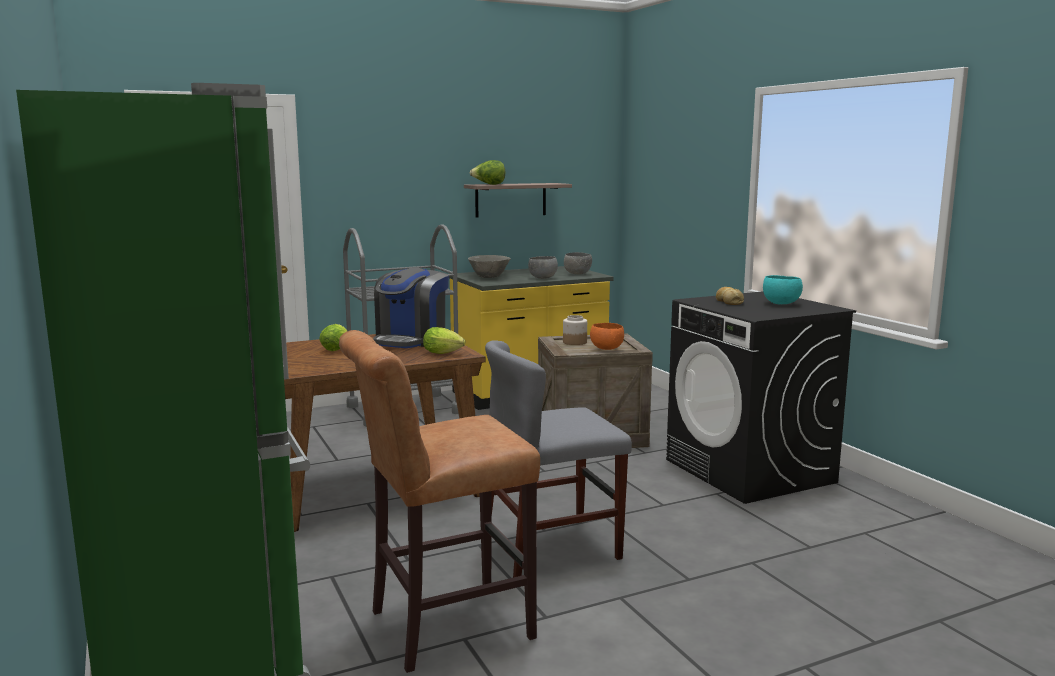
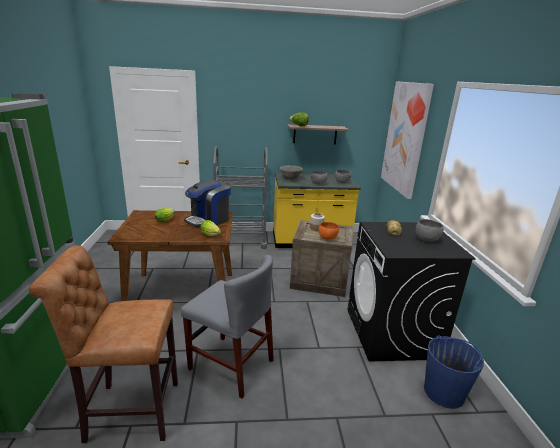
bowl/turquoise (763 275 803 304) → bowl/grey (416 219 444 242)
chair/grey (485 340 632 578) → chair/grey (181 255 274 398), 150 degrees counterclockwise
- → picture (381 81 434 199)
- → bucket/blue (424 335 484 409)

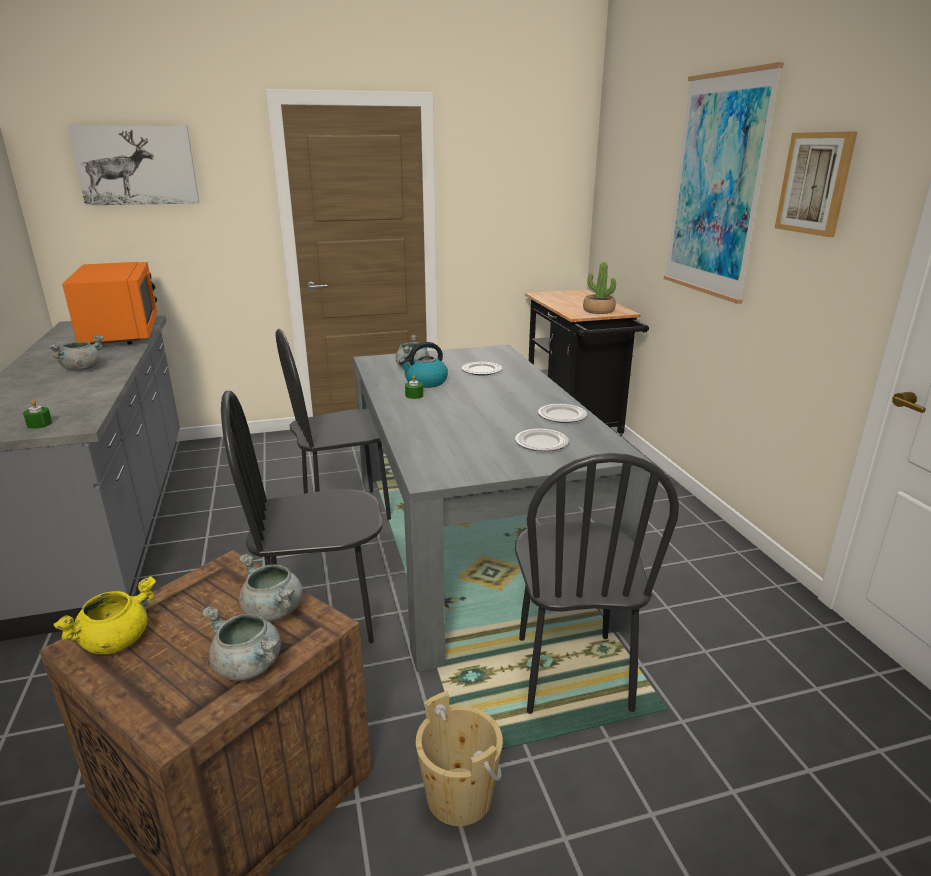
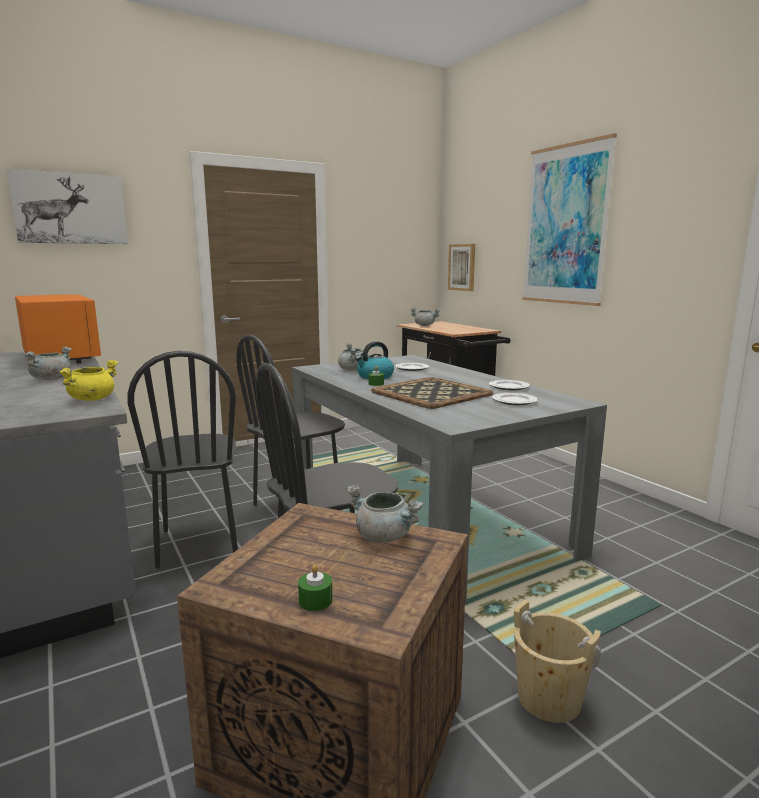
picture (775 132 857 237) → picture (448 244 475 291), move
potted plant (583 262 616 314) → -
candle/green (23 400 52 429) → candle/green (298 564 332 611), move
chair/black (515 453 679 714) → chair/black (128 351 238 568), move
cooking pot/yellow (53 576 156 655) → cooking pot/yellow (59 360 118 401), move
cooking pot/grey (201 606 281 681) → cooking pot/grey (410 307 440 326), move
- → tray (371 377 493 409)

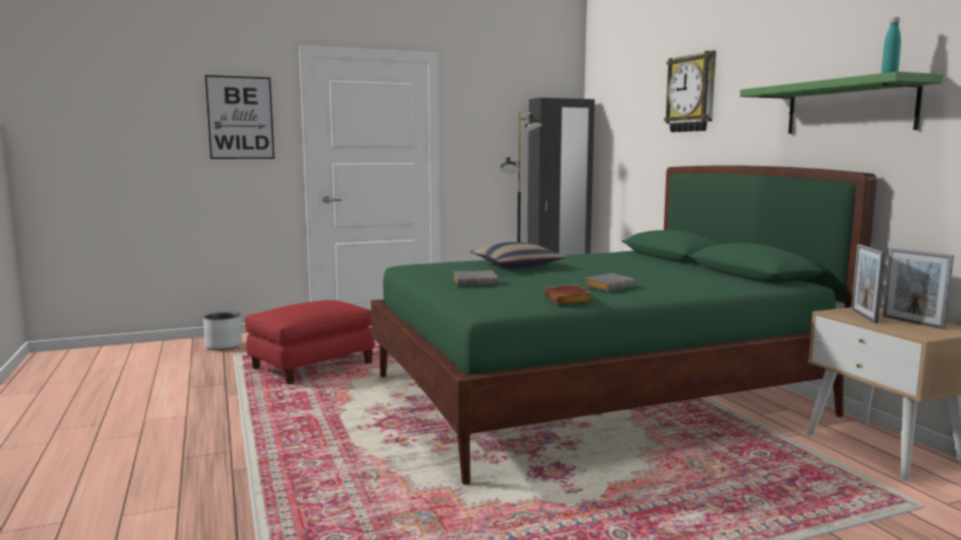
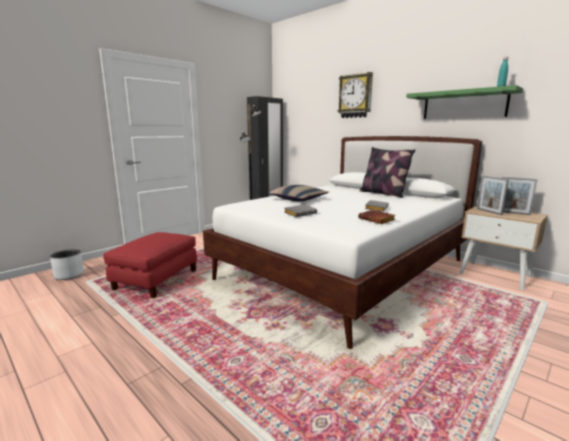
picture (205 75 275 159) → -
bed/green (371 165 877 485) → bed/white (203 136 482 349)
- → pillow (359 147 415 198)

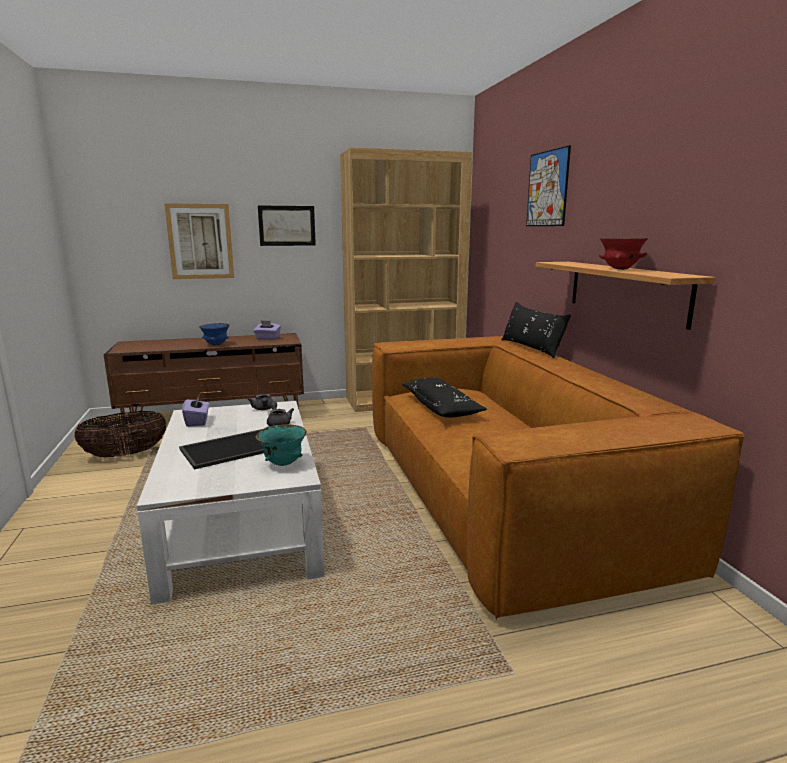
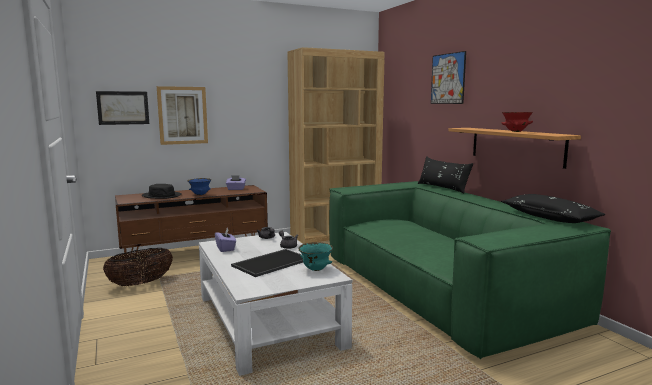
picture (258 206 316 246) → picture (96 91 149 125), move
sofa/brown (372 336 745 620) → sofa/green (329 181 611 359)
pillow/black (402 378 487 418) → pillow/black (501 194 605 223), move
- → hat/black (142 184 181 199)

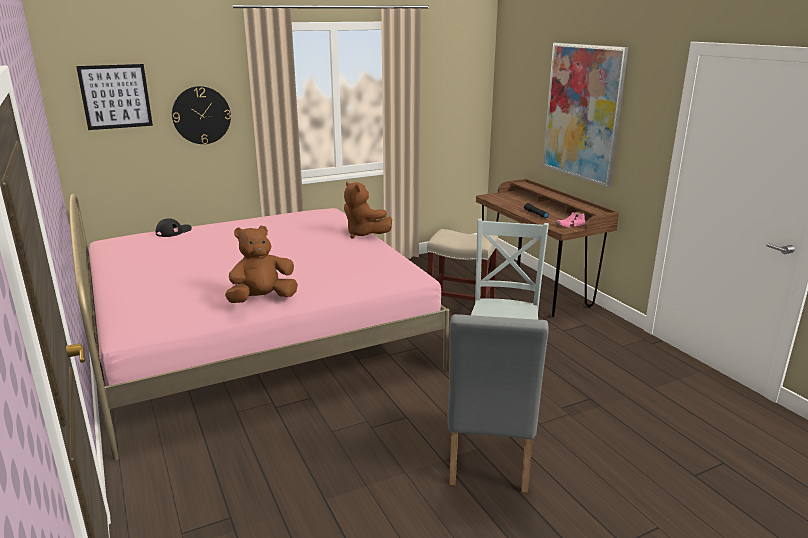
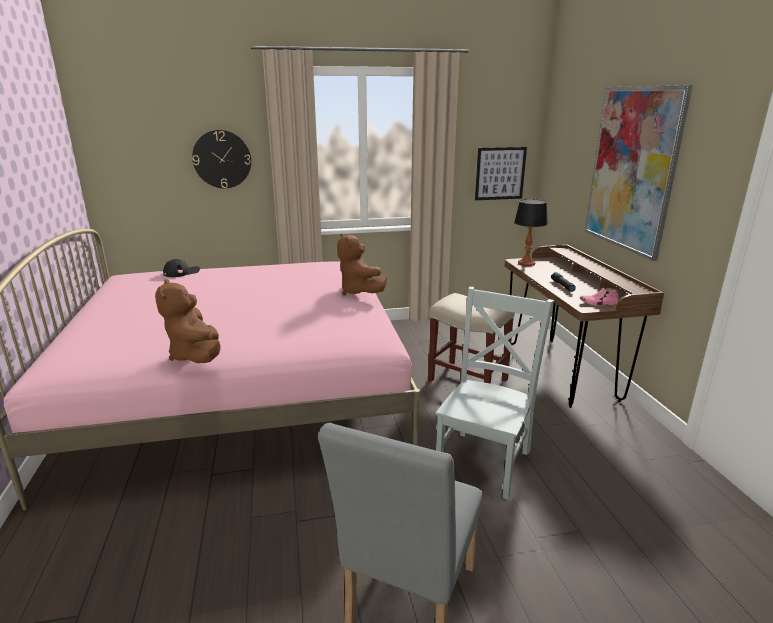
picture (76 64 153 130) → picture (475 147 527 200), move
plush toy/brown (225 226 298 303) → plush toy/brown (155 279 221 363), 90 degrees counterclockwise
- → table lamp (514 199 548 266)

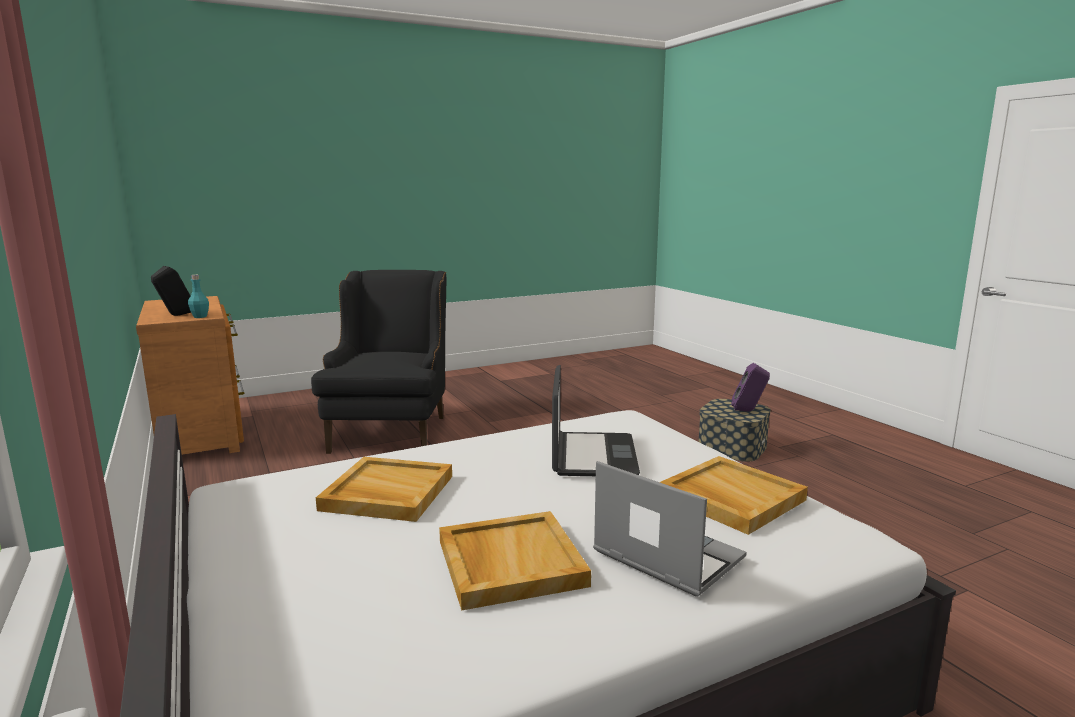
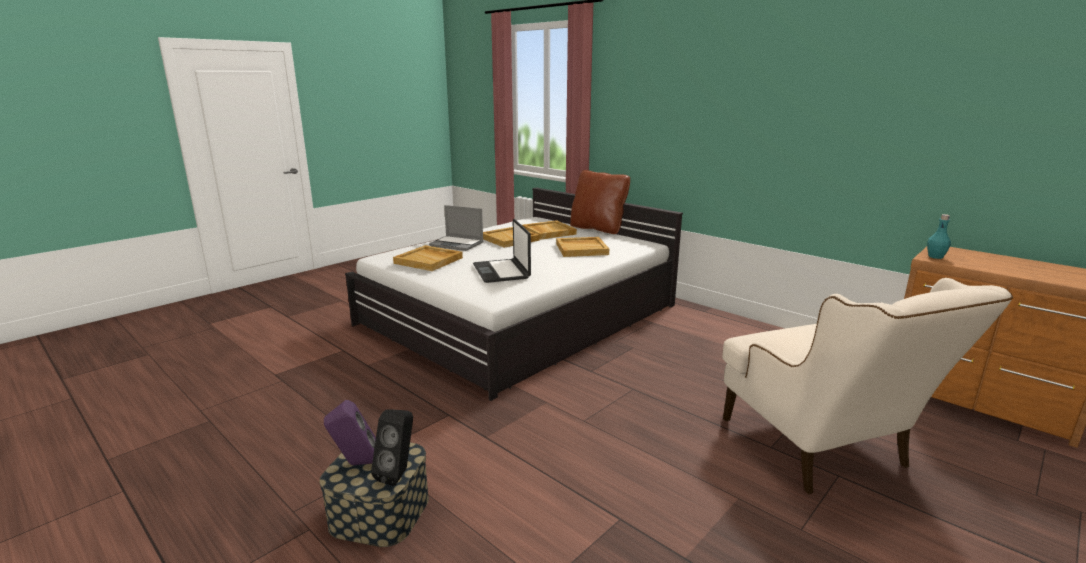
speaker/black (151 266 191 316) → speaker/black (371 409 413 486), move
armchair/black (311 270 446 454) → armchair/beige (722 278 1013 494)
- → pillow/brown (570 170 630 234)
- → tray/beige (522 220 577 240)

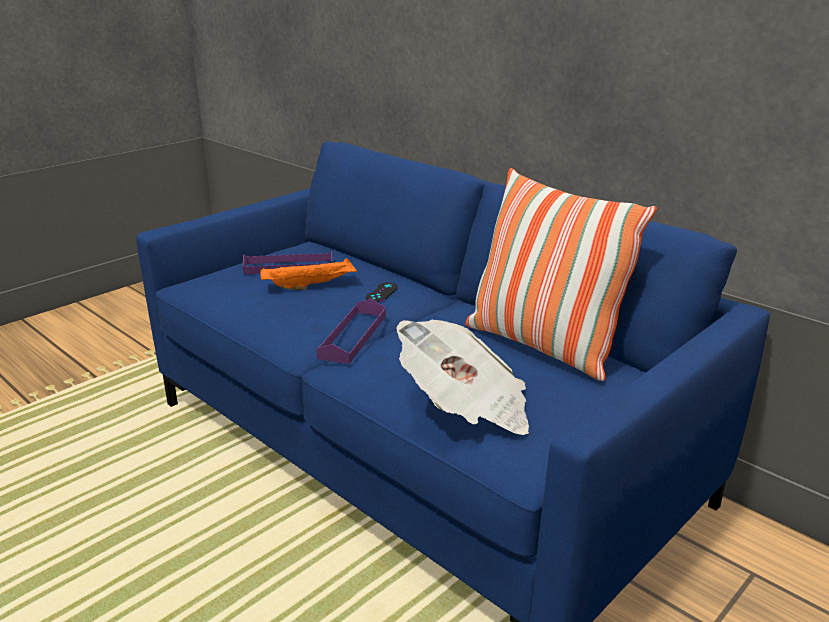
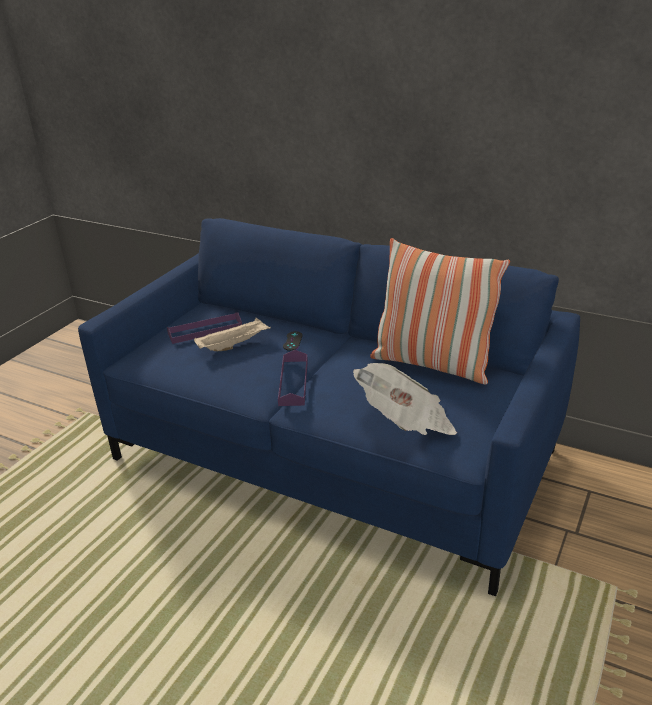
tray/orange (260 258 357 290) → tray/beige (194 318 271 351)

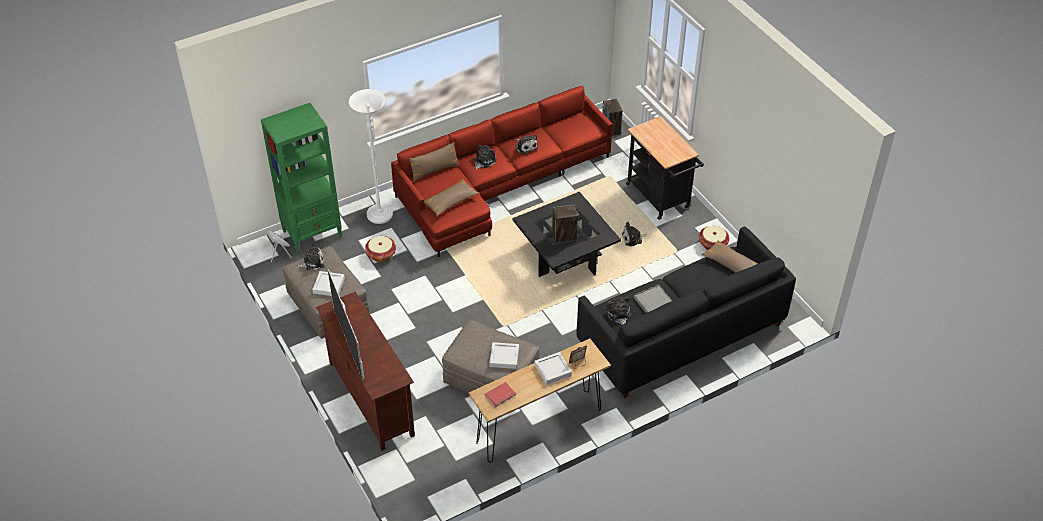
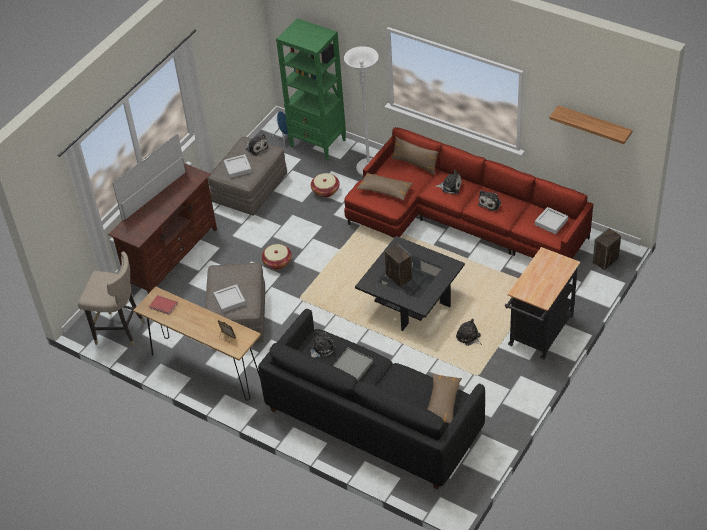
basket (699 226 730 250) → basket (261 244 292 270), move
tray/grey (535 352 572 385) → tray/grey (535 207 568 234), move
- → shelf (549 105 633 144)
- → stool/beige (78 251 145 346)

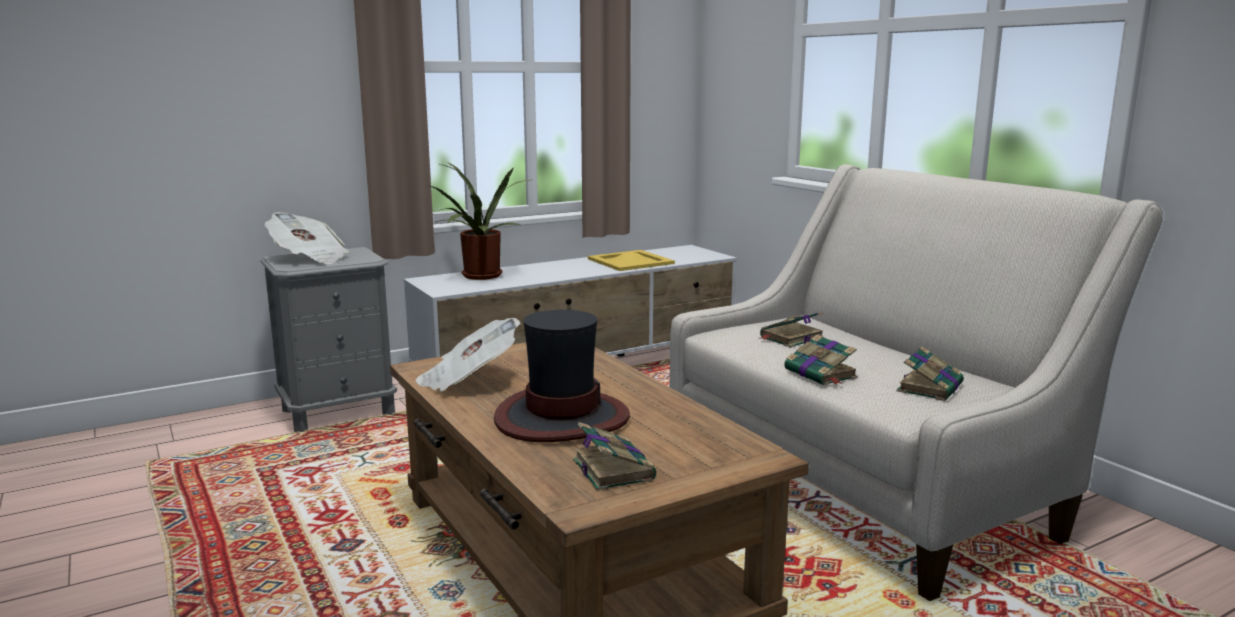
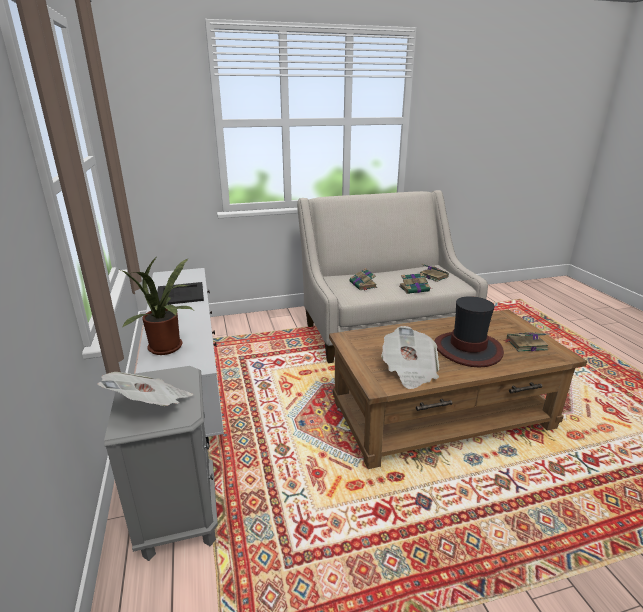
tray/yellow (588 250 675 271) → tray/black (157 282 204 305)

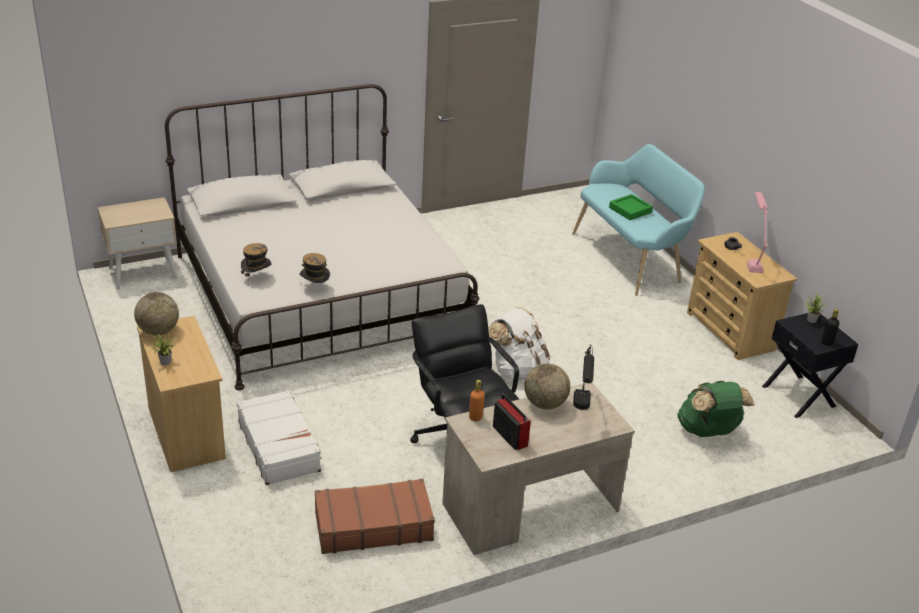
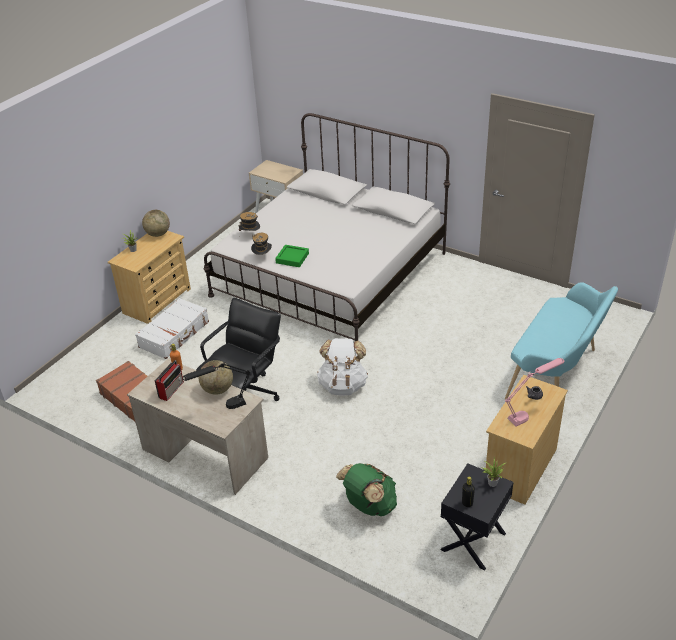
tray/green (609 194 653 220) → tray/green (275 245 309 267), move

